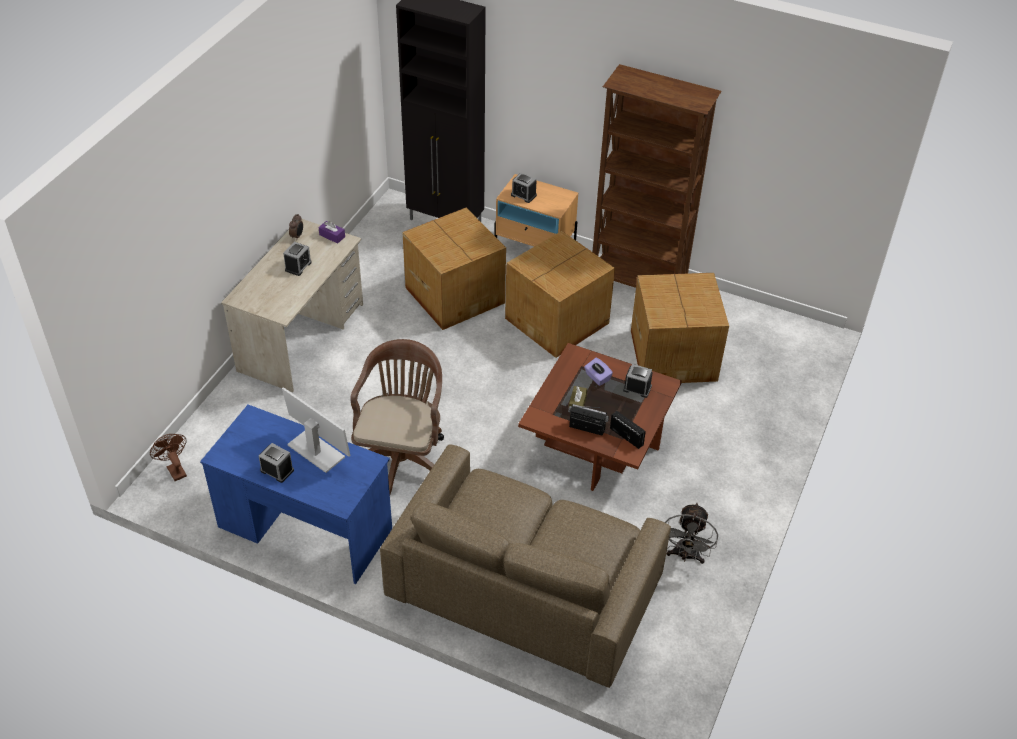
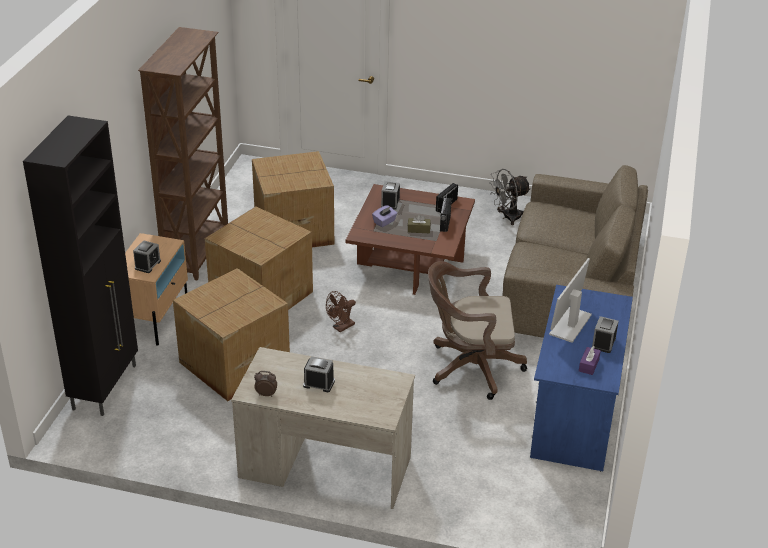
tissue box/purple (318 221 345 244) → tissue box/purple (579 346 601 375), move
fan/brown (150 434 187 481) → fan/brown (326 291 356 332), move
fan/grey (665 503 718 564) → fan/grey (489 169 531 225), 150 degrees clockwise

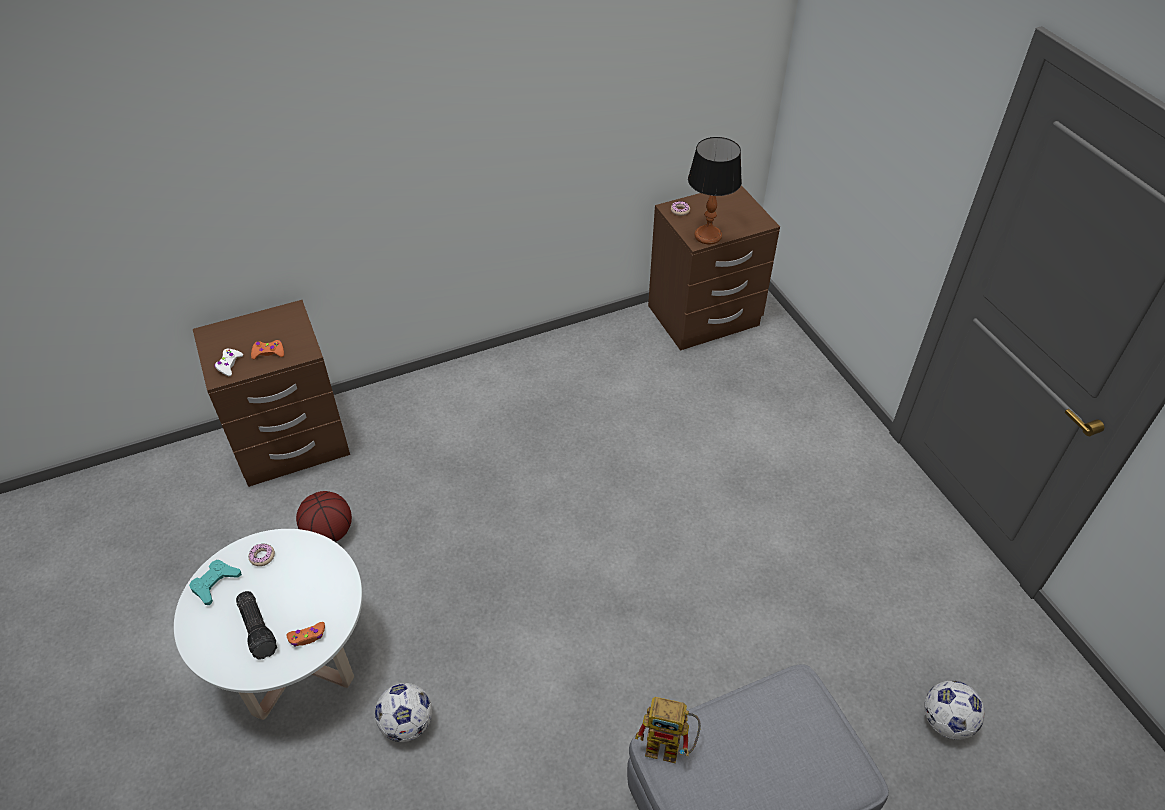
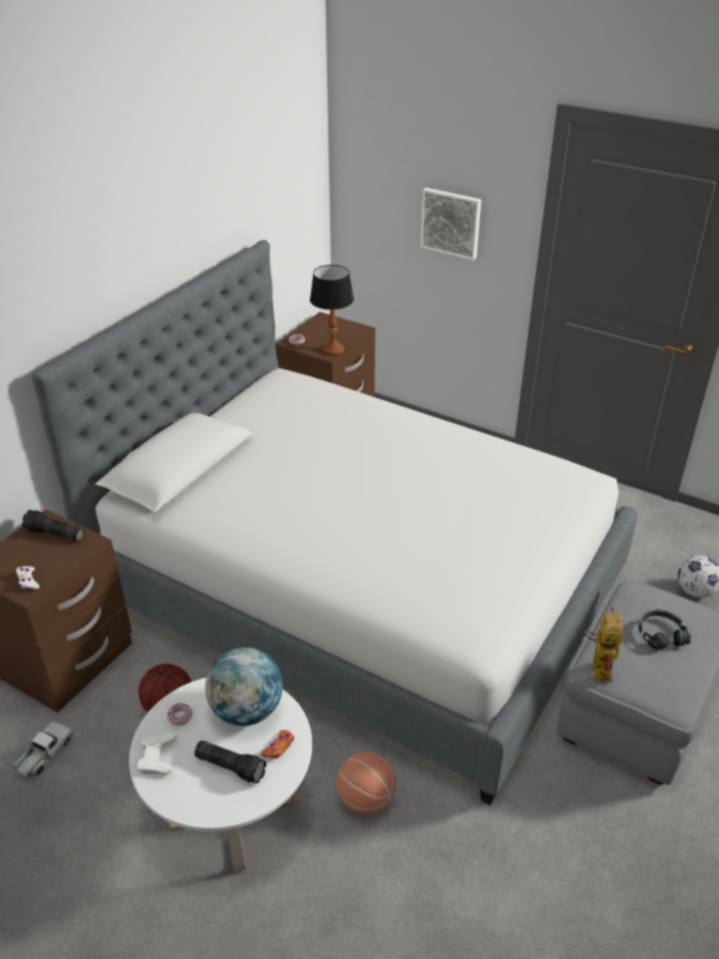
game controller/orange (251 340 284 359) → -
game controller/turquoise (189 560 242 605) → game controller/white (137 733 177 775)
football (375 683 432 742) → basketball (337 752 396 815)
toy robot (635 697 701 763) → toy robot (585 607 623 682), 60 degrees counterclockwise
- → picture (420 188 481 261)
- → bed (32 240 637 805)
- → flashlight (22 510 84 541)
- → headphones/black (639 609 691 650)
- → globe (205 647 283 726)
- → toy truck (13 721 73 778)

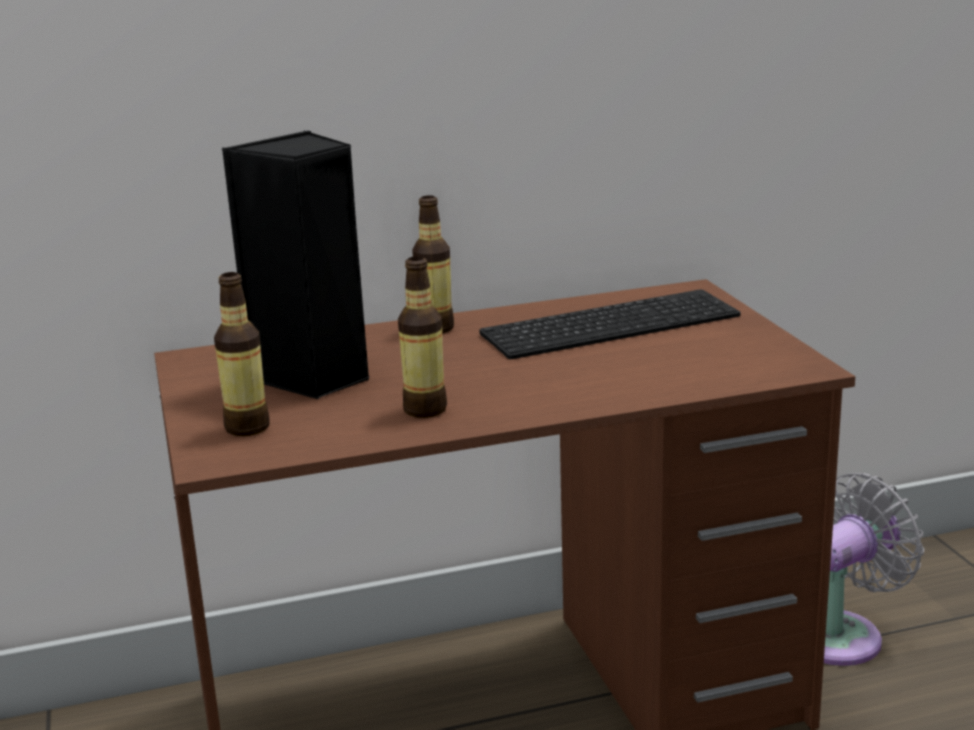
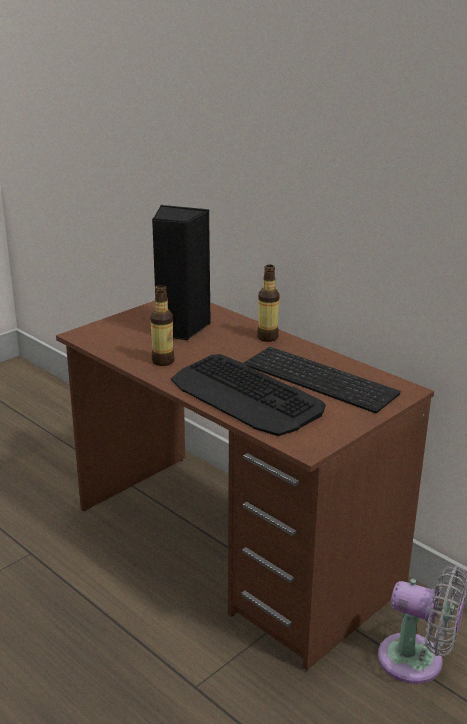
bottle (214 272 270 436) → -
- → keyboard (171 354 325 436)

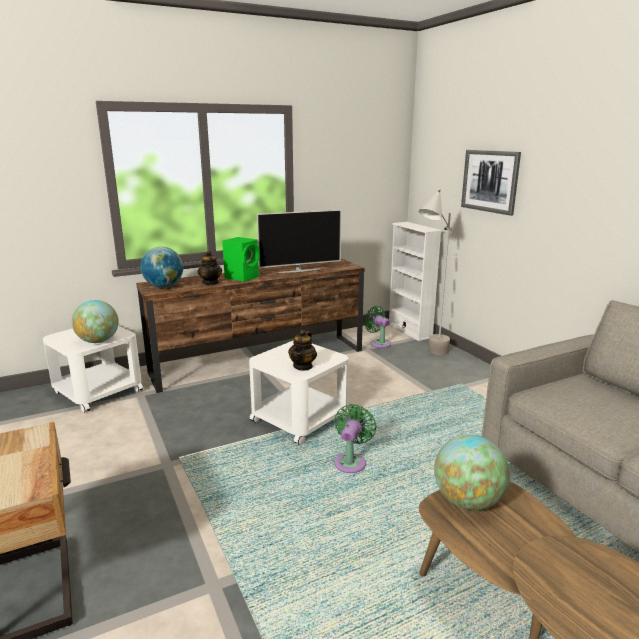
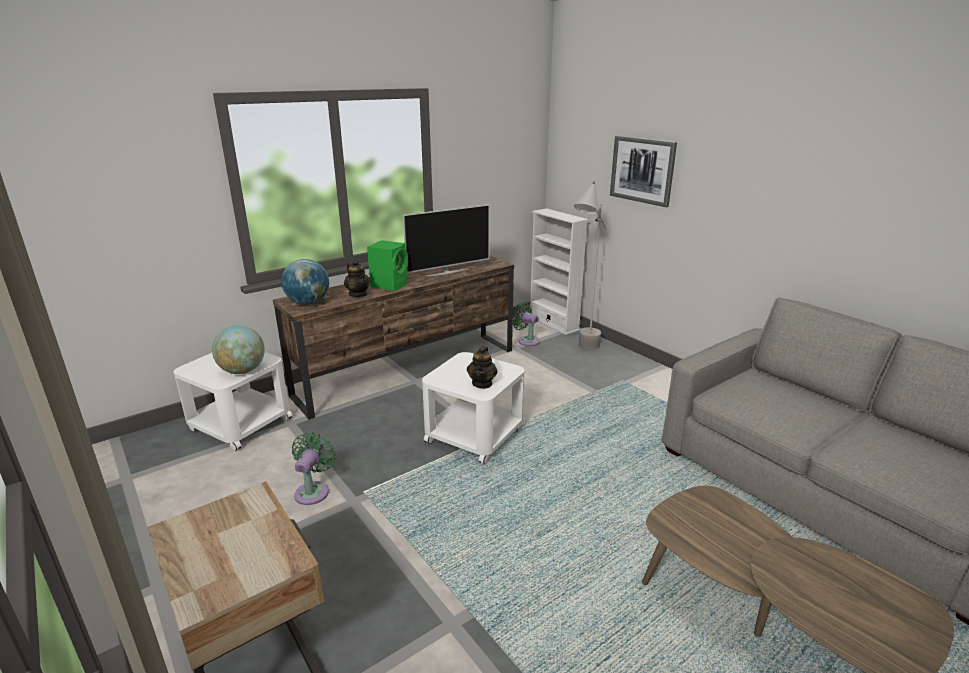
fan/green (334 404 377 473) → fan/green (292 433 335 505), move
globe (434 435 510 510) → -

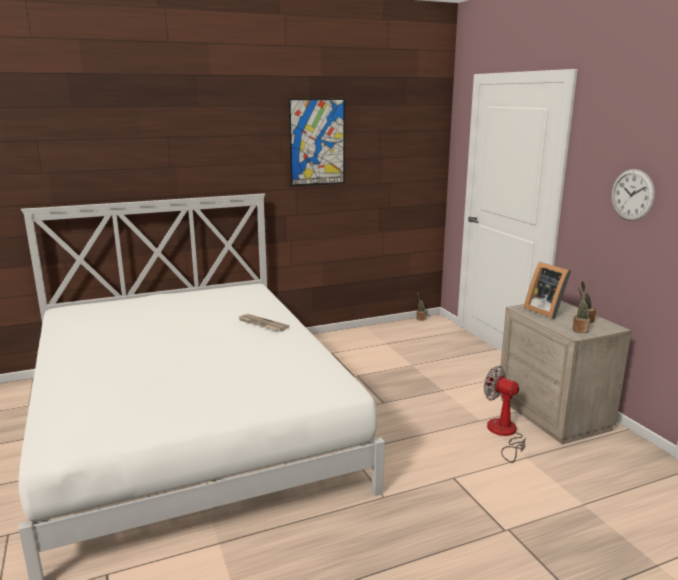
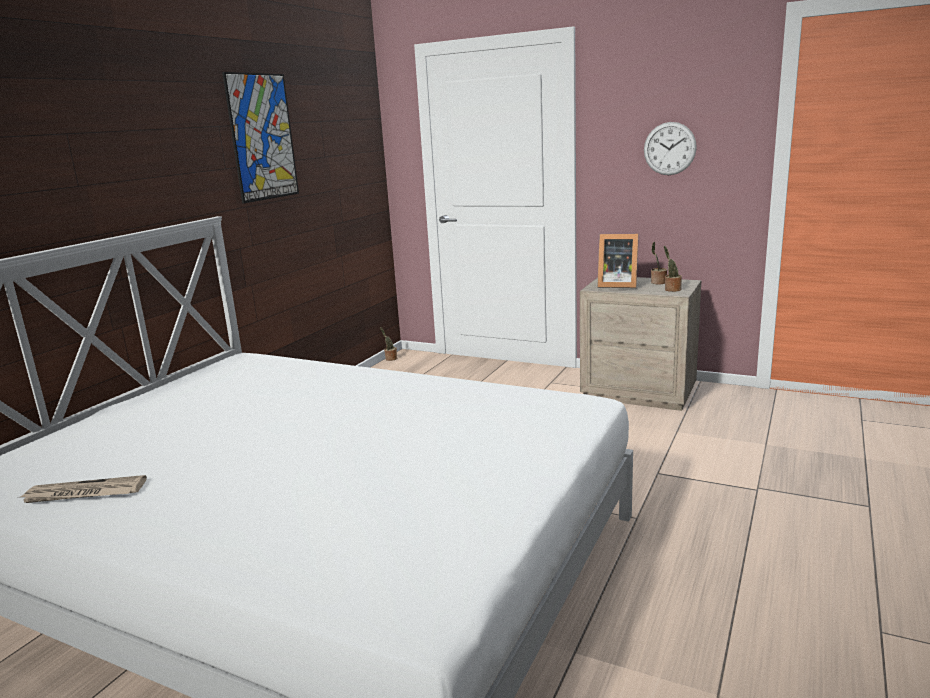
newspaper (239 314 290 332) → newspaper (20 475 147 503), move
fan (484 366 526 463) → -

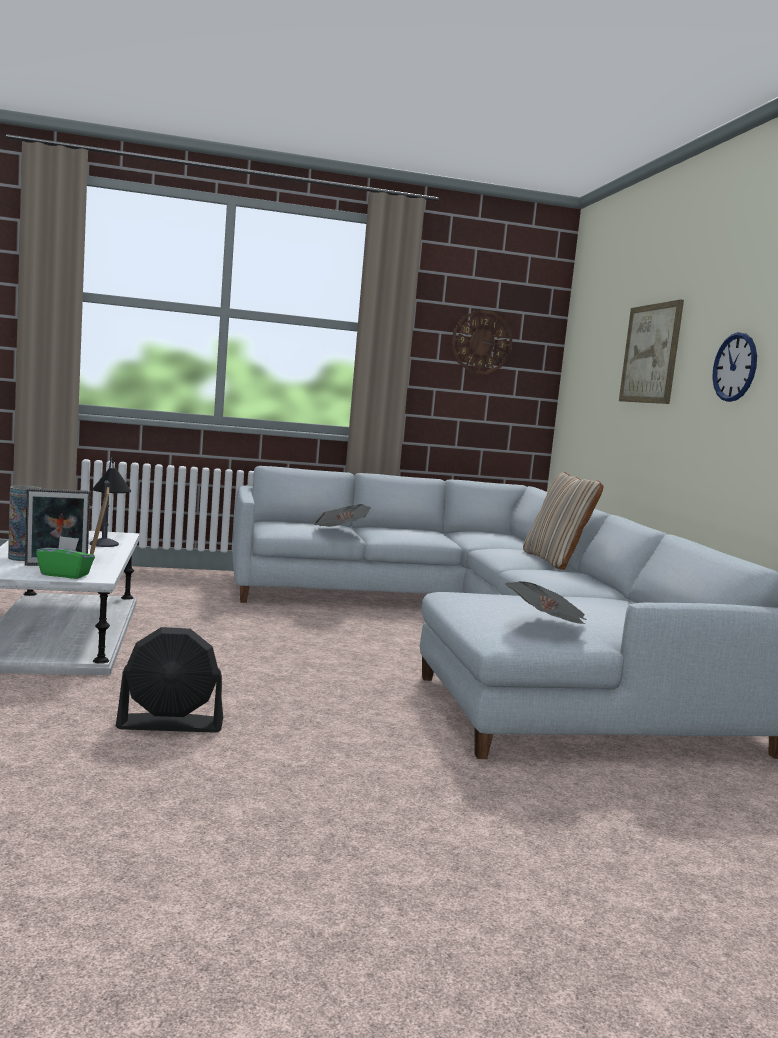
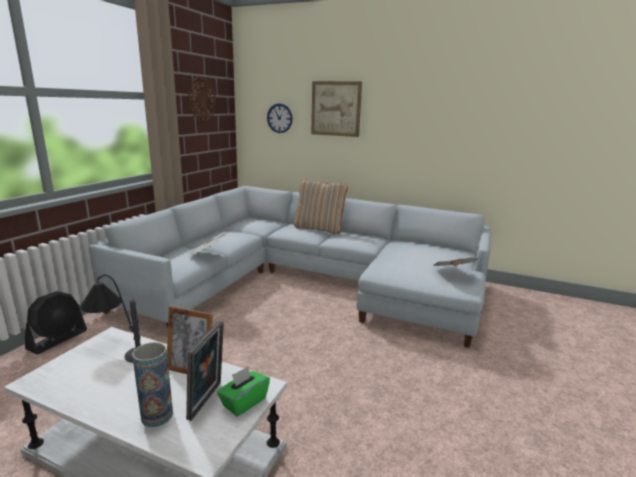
wall clock (712 332 757 402) → wall clock (267 103 293 133), move
fan/black (116 627 223 733) → fan/black (25 291 87 354), move

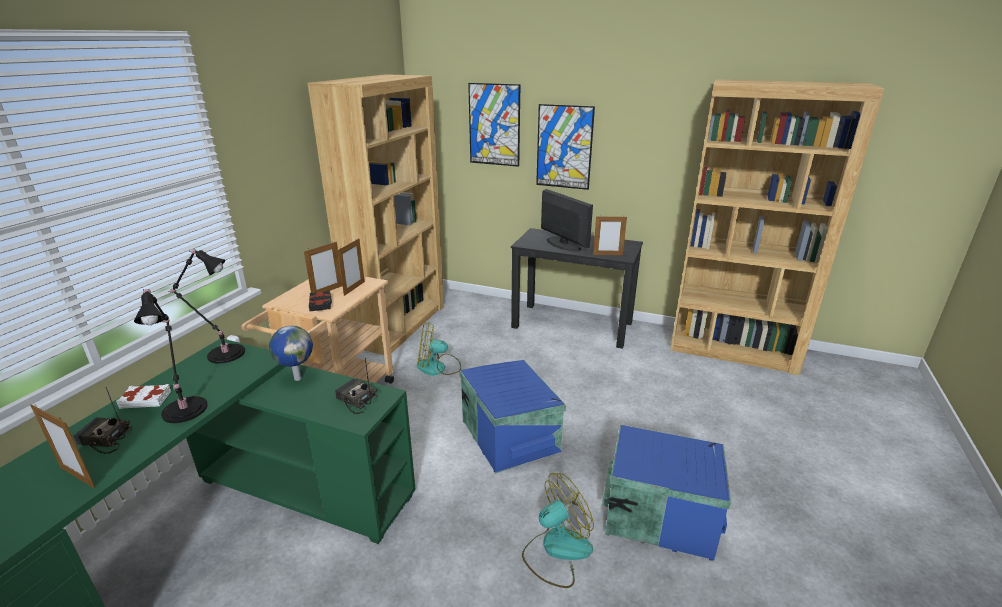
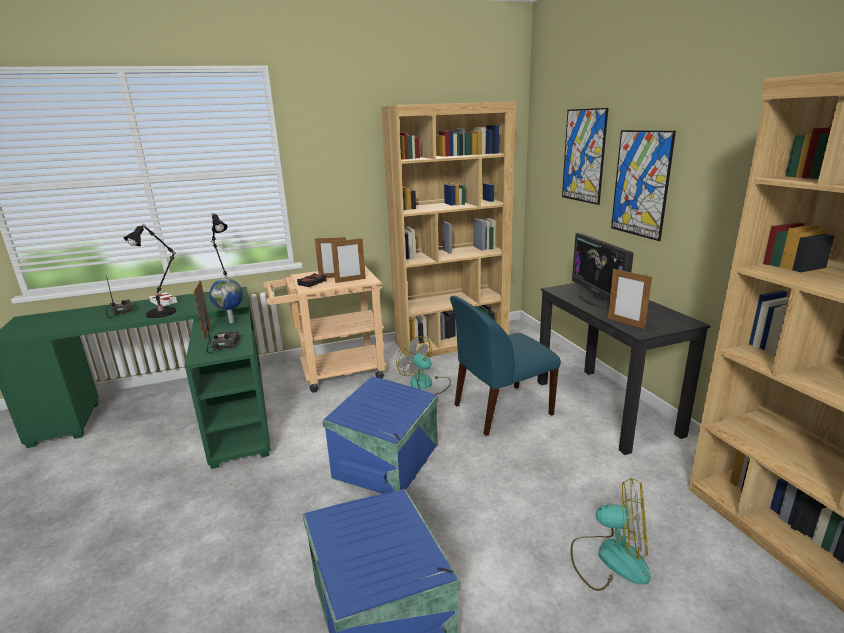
monitor (541 189 593 252) → monitor (572 233 634 310), 150 degrees clockwise
picture frame (30 404 95 488) → picture frame (194 281 210 339), move
fan (522 473 594 588) → fan (570 477 651 591), move
- → chair/blue (450 296 561 436)

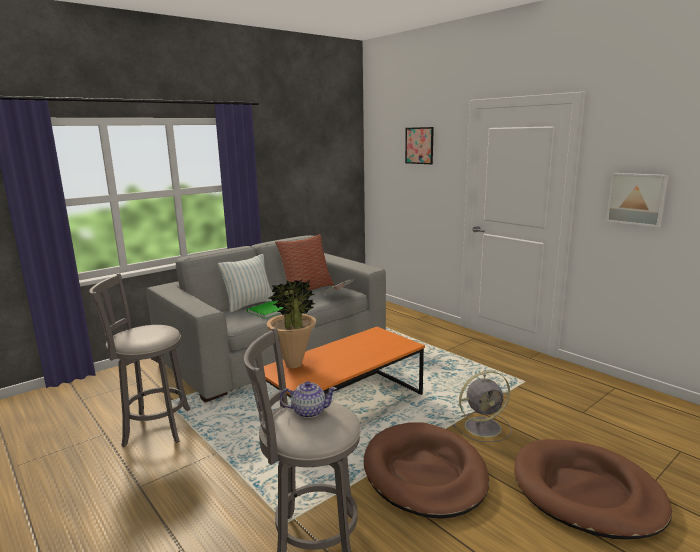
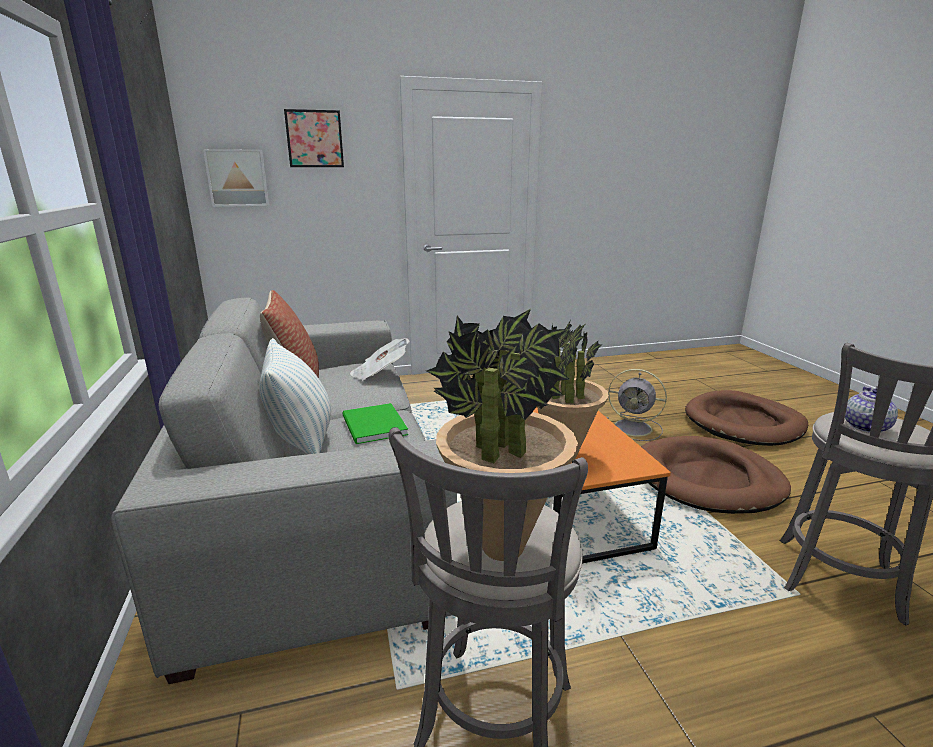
picture (606 173 669 227) → picture (203 149 269 207), move
fan/grey (453 371 512 442) → fan/grey (606 369 667 441), 105 degrees clockwise
- → potted plant (426 309 578 561)

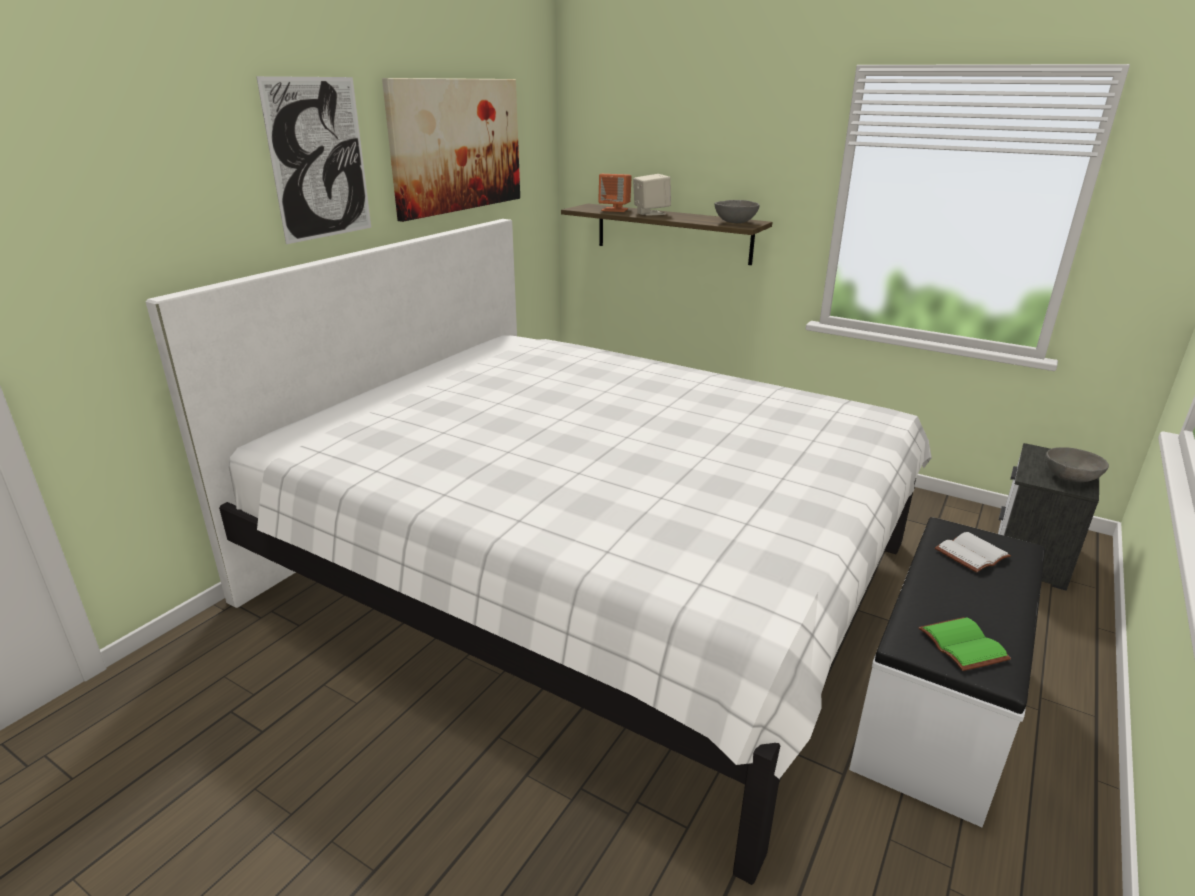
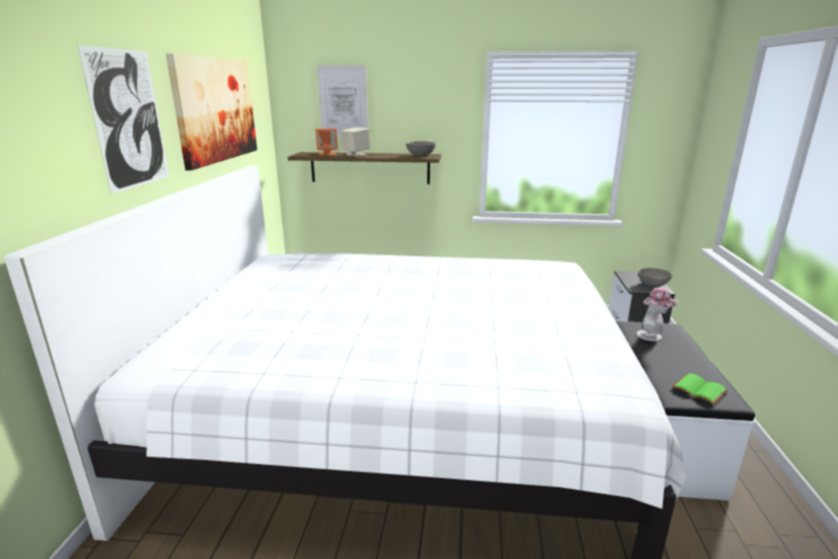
book/white (935 532 1011 573) → hat (637 287 679 341)
- → picture (317 65 368 138)

